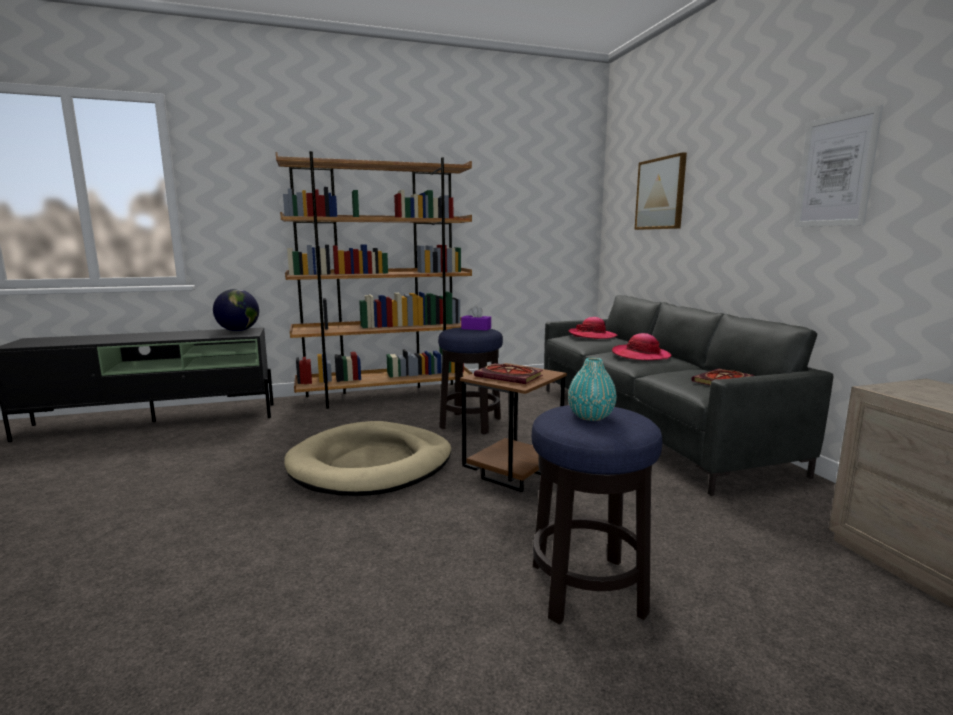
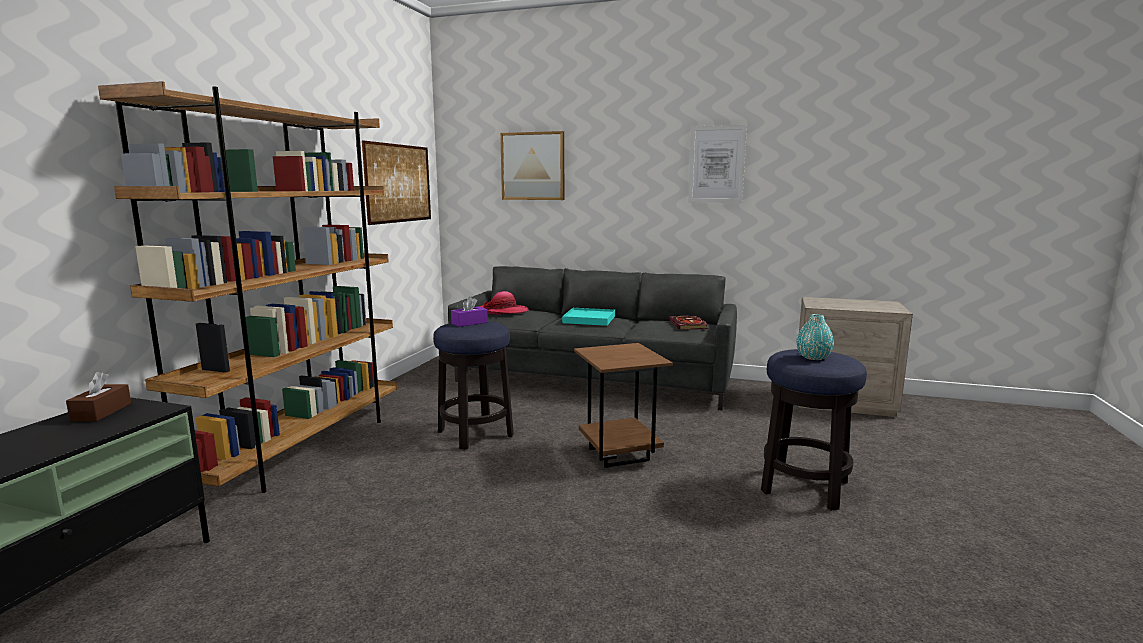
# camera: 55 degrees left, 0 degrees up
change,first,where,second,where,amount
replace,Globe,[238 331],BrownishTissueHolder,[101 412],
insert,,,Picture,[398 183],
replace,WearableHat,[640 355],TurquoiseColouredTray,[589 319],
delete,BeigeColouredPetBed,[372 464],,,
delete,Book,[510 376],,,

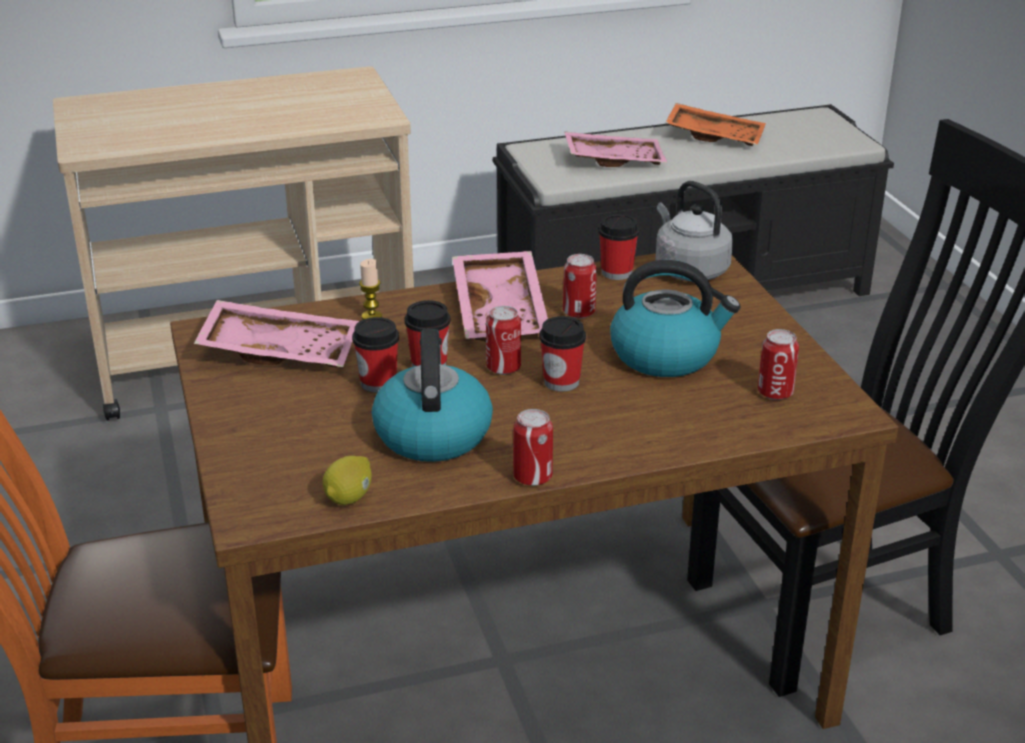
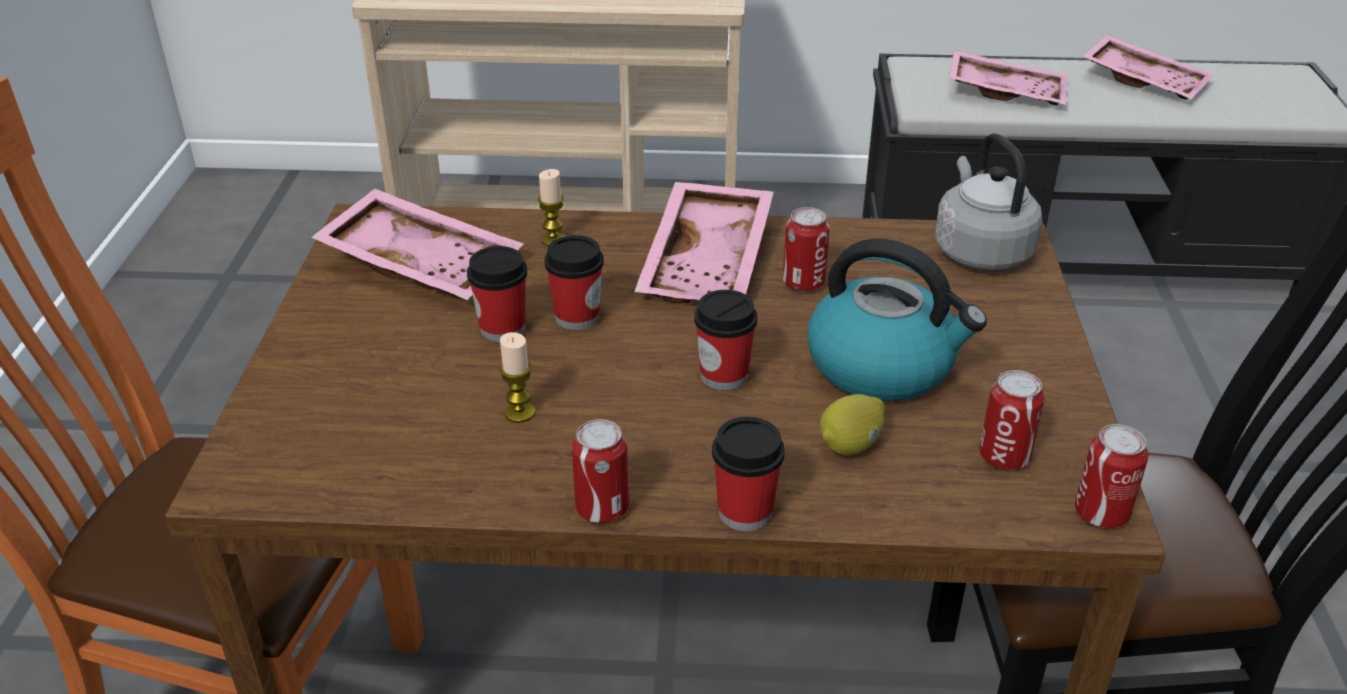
# camera: 20 degrees right, 5 degrees up
change,first,where,second,where,amount
replace,Kettle,[432 433],WaxLight,[519 413],
move,DrinkingCup,[616 272],,[745 512],
move,CitrusFruit,[349 497],,[850 445],
move,Can,[503 368],,[1101 513],
recolor,OrangeColouredTray,[715 136],PinkTray,[1144 81],

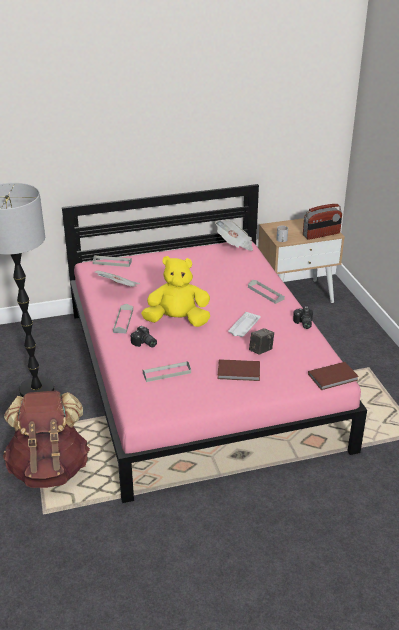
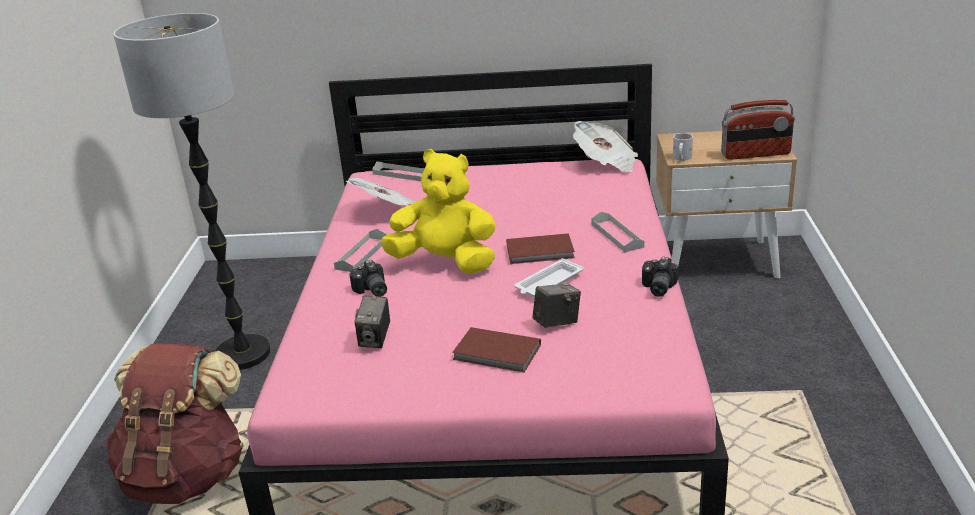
# camera: 20 degrees right, 5 degrees down
change,first,where,second,where,amount
replace,GrayTray,[167 373],StillCamera,[375 339],
move,BrownishBook,[334 377],,[541 252],

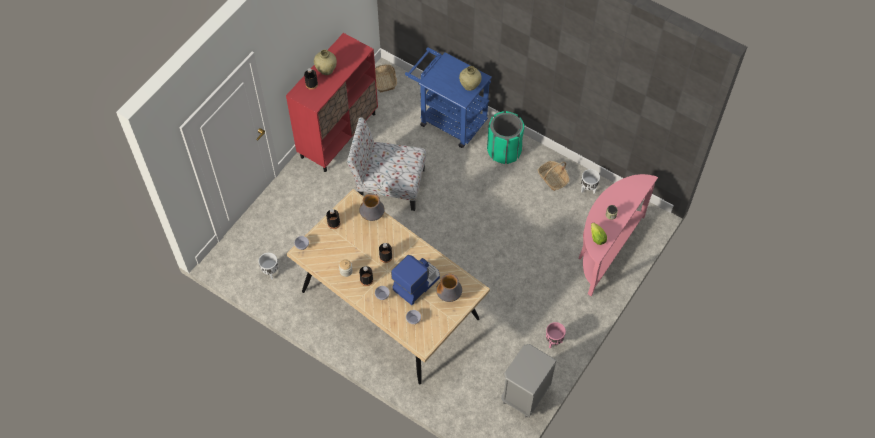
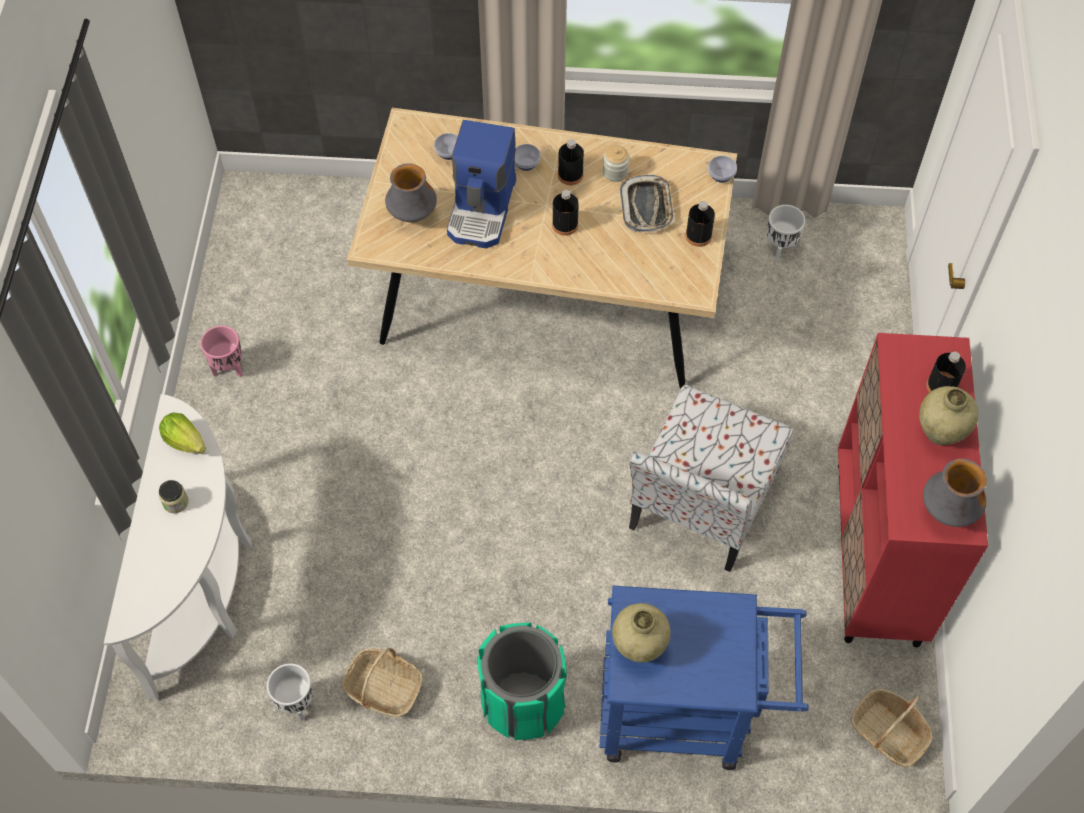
# camera: 150 degrees right, 0 degrees up
change,first,where,second,where,amount
recolor,PinkNarrowTable,[605 249],WhitishNarrowTable,[205 587],
insert,,,Tray,[647 207],
rotate,PlainChair,[389 185],,[702 501],135 degrees clockwise
move,FlowerVase,[372 216],,[947 511],
delete,GrayNightTable,[525 395],,,

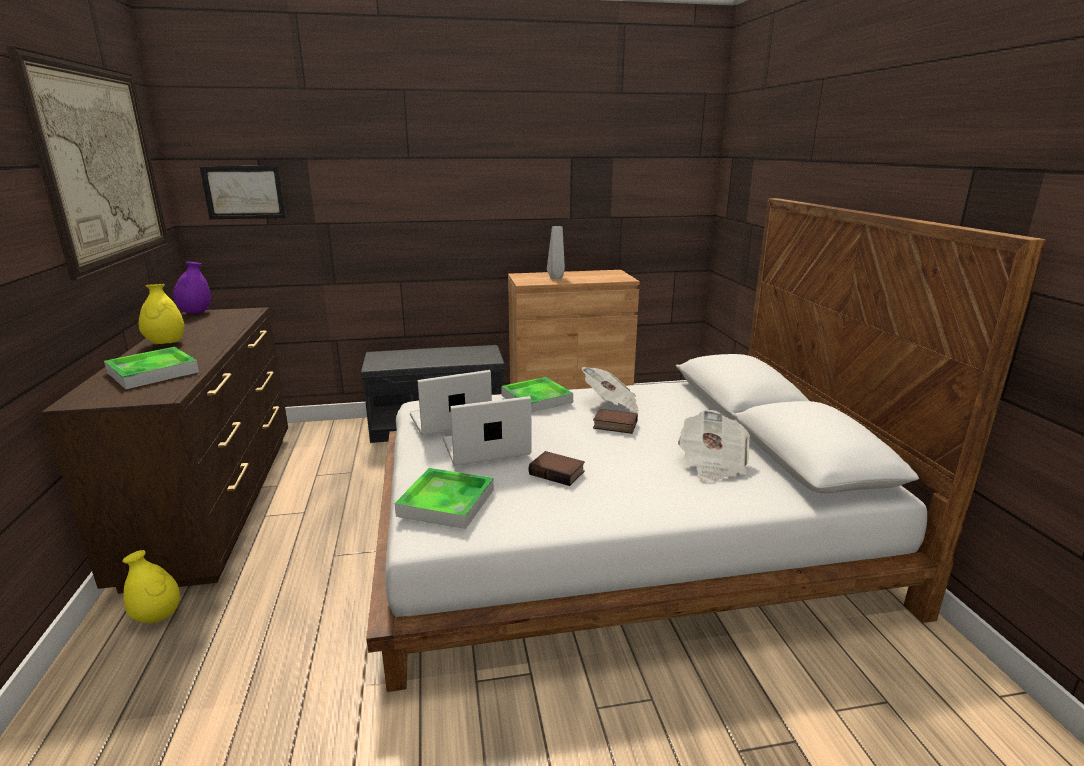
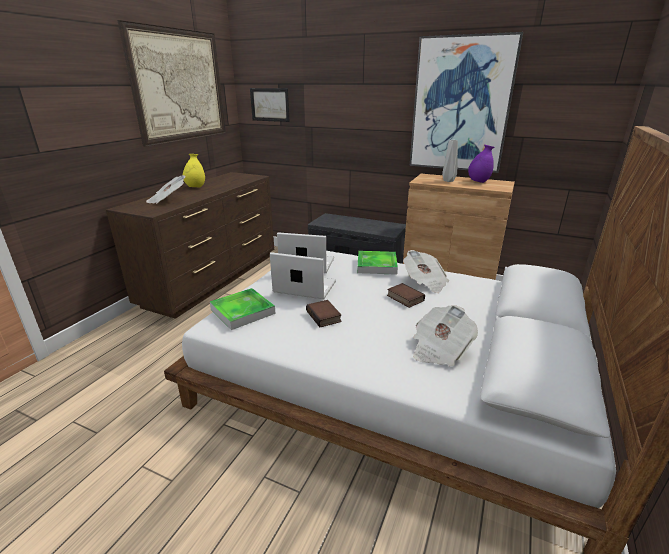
# camera: 35 degrees right, 5 degrees up
change,first,where,second,where,amount
replace,Tray,[153 372],Newspaper,[167 200],
insert,,,Picture,[461 105],
move,PurpleFlowerVase,[196 313],,[478 182],
delete,YellowColouredFlowerVase,[157 616],,,

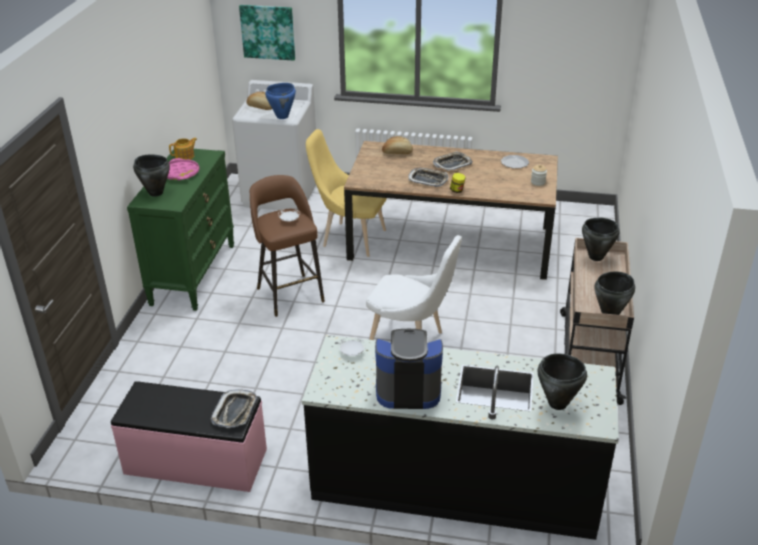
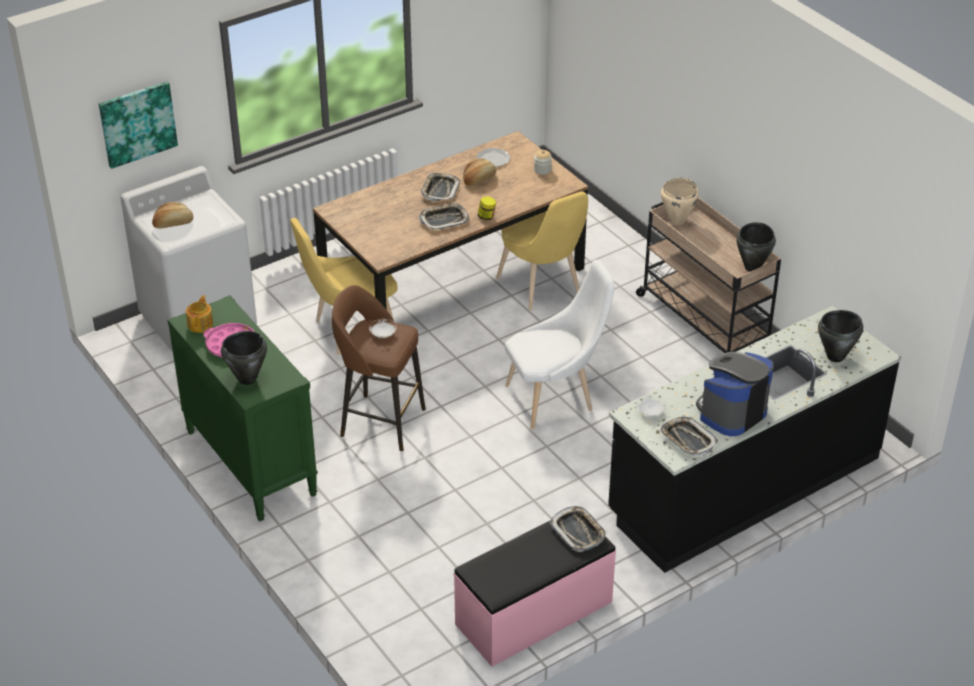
# camera: 45 degrees left, 5 degrees up
change,first,where,second,where,amount
move,BakeryBread,[397 153],,[479 179],
insert,,,YellowColouredPlainChair,[542 288],
insert,,,Tray,[687 440],
recolor,BlackishCookingPot,[595 257],BeigeColouredCookingPot,[676 220],
delete,BluishCookingPot,[282 116],,,

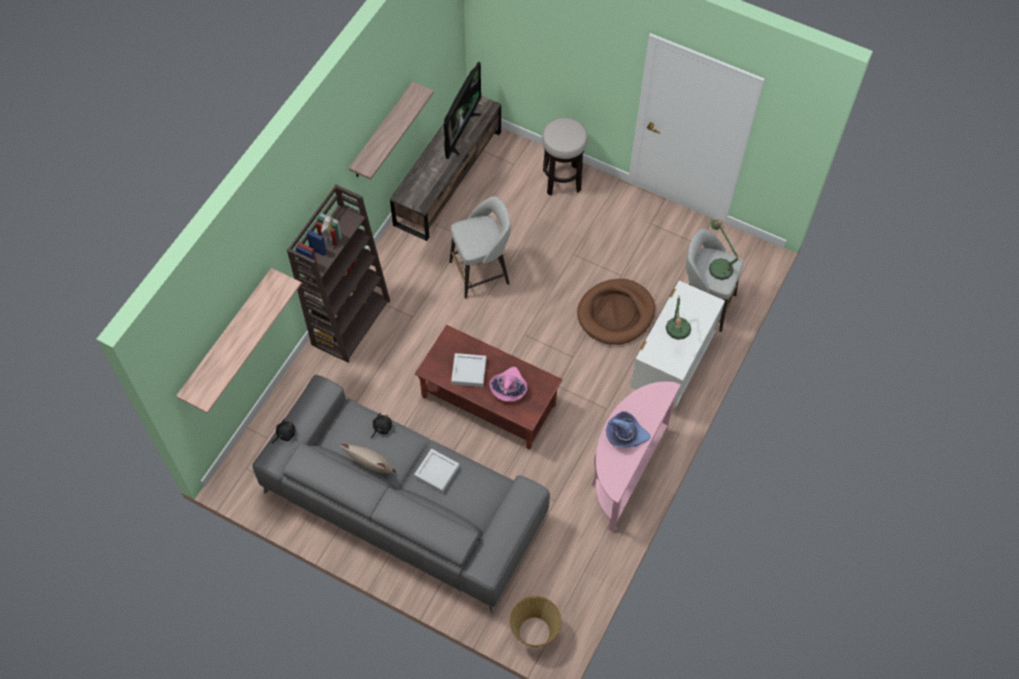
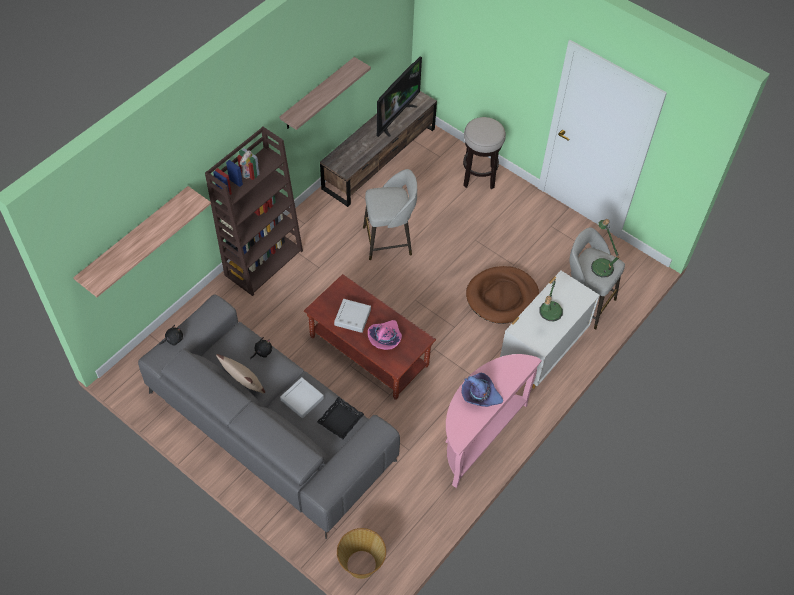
# camera: 10 degrees right, 5 degrees down
change,first,where,second,where,amount
insert,,,BlackishTray,[340 419],

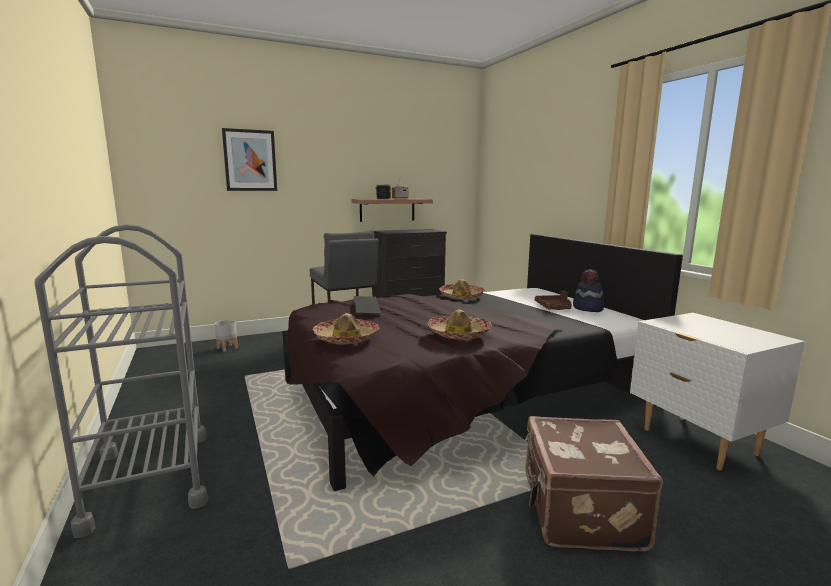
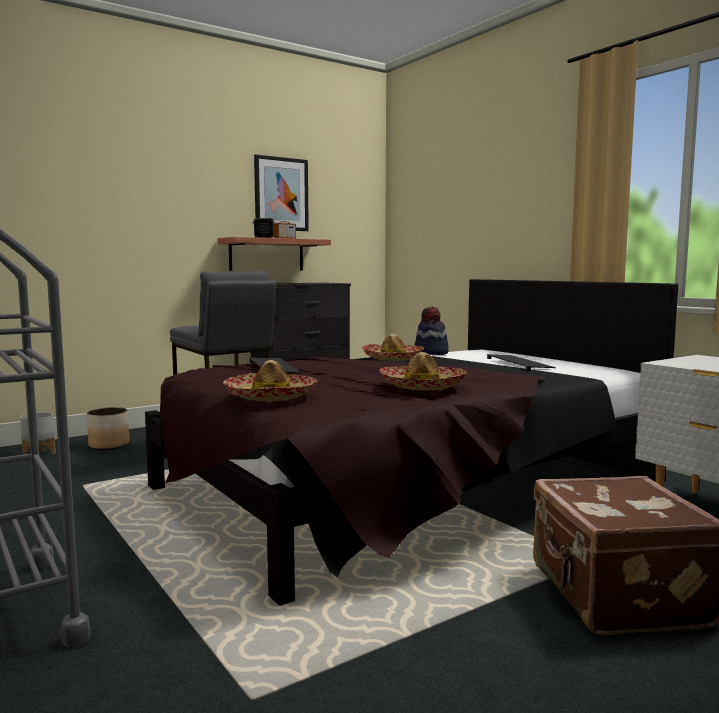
# camera: 10 degrees left, 5 degrees down
change,first,where,second,where,amount
insert,,,PlantPot,[109 445],
move,Picture,[250 160],,[281 194],
move,WearableHat,[587 308],,[431 353],
replace,BrownishTray,[554 308],Keyboard,[520 364],

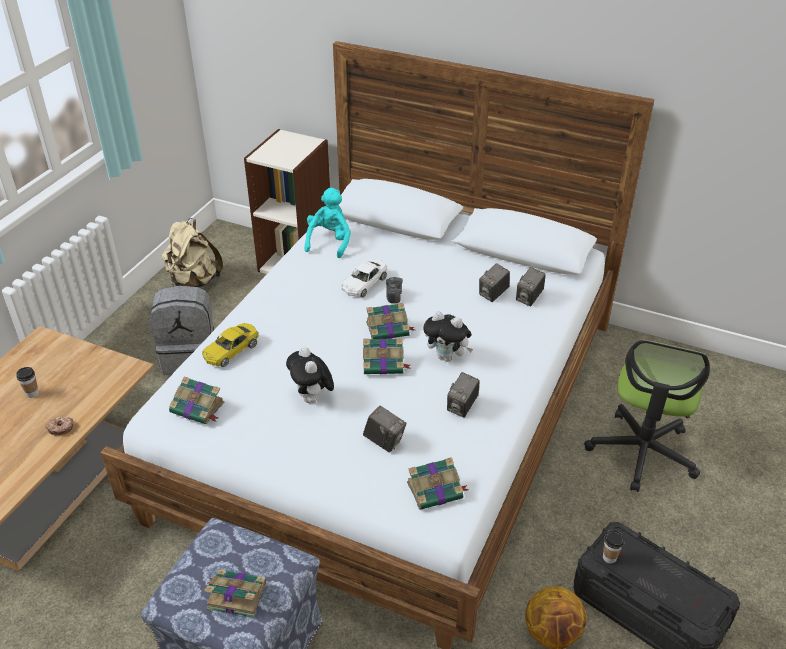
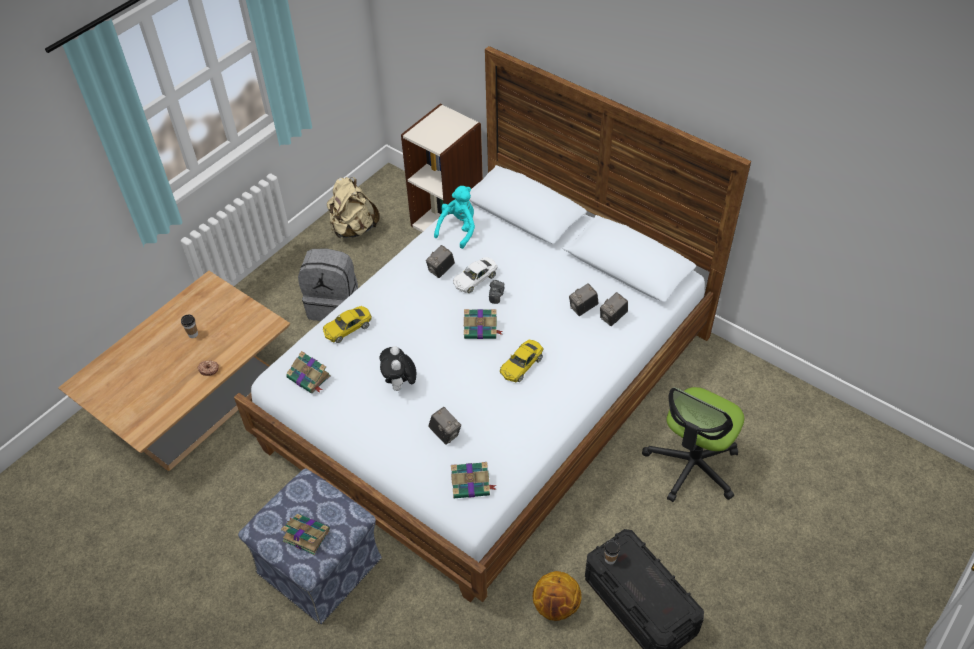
# camera: 15 degrees right, 10 degrees up
change,first,where,second,where,amount
move,StillCamera,[462 407],,[441 270],
replace,PlushToy,[447 357],YellowColouredToyCar,[521 365],
delete,Book,[384 363],,,

